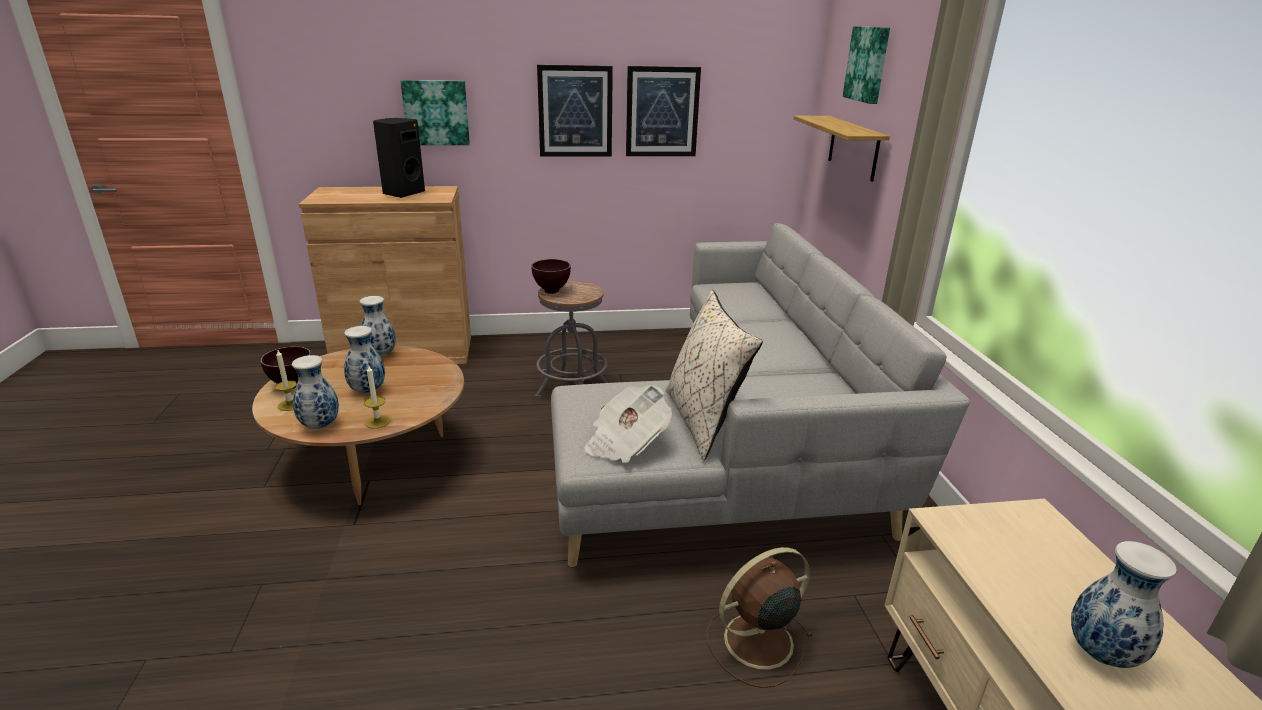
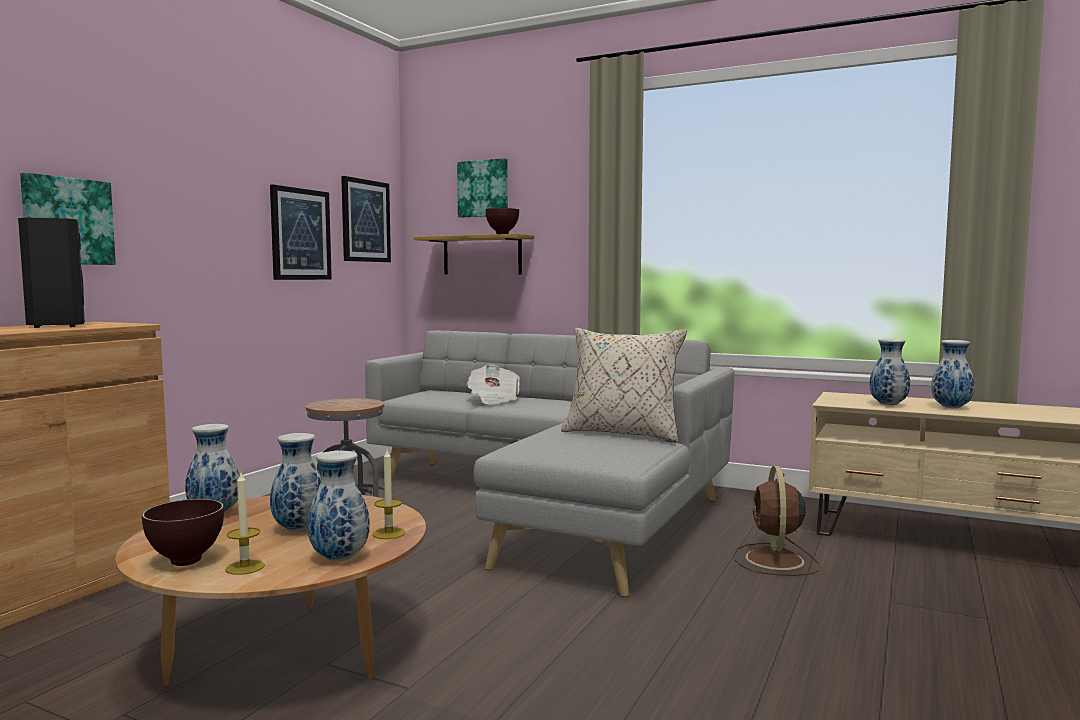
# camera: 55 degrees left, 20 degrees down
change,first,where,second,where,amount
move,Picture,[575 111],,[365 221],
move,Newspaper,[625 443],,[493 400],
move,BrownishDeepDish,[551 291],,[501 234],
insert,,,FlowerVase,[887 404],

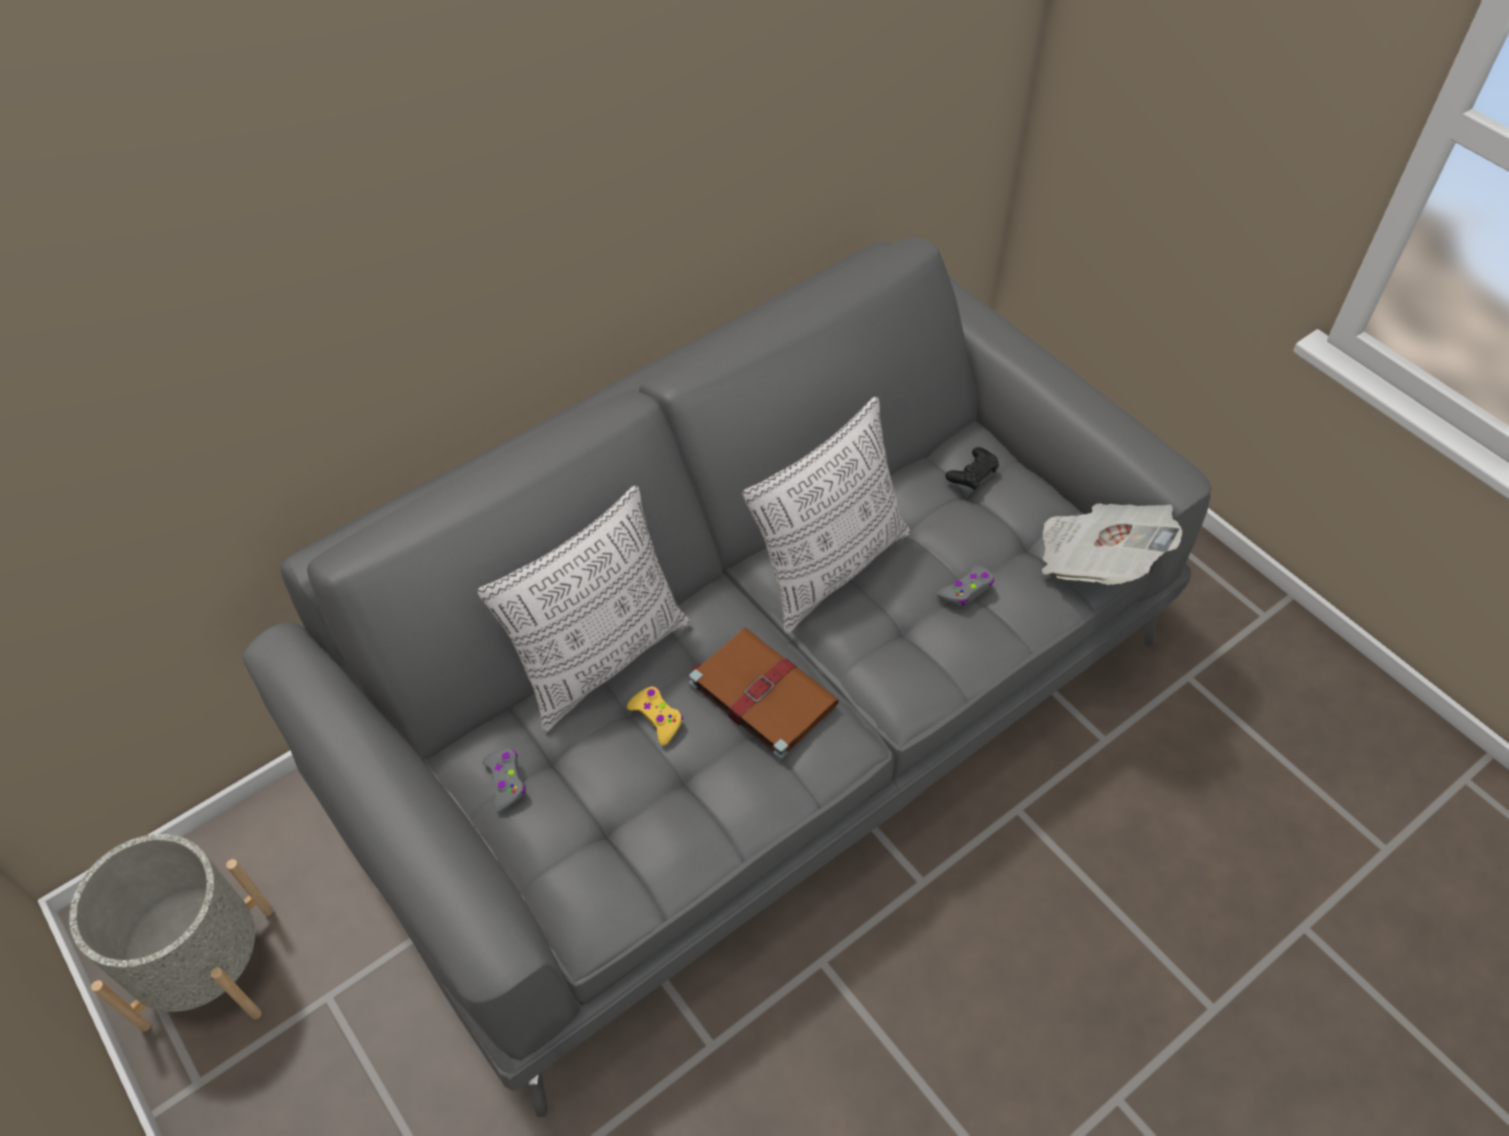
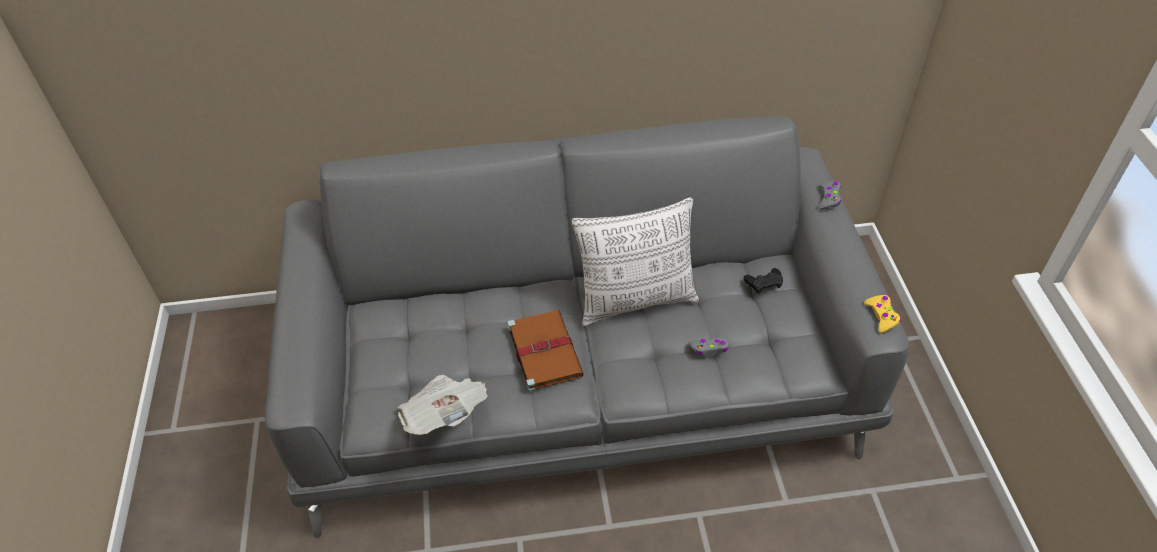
# camera: 30 degrees right, 5 degrees down
change,first,where,second,where,amount
move,Newspaper,[1097 559],,[445 415],
move,GrayGamepad,[506 782],,[829 198],
move,YellowColouredGamepad,[657 718],,[881 316],
delete,GrayPlantPot,[208 967],,,
delete,Cushion,[602 659],,,

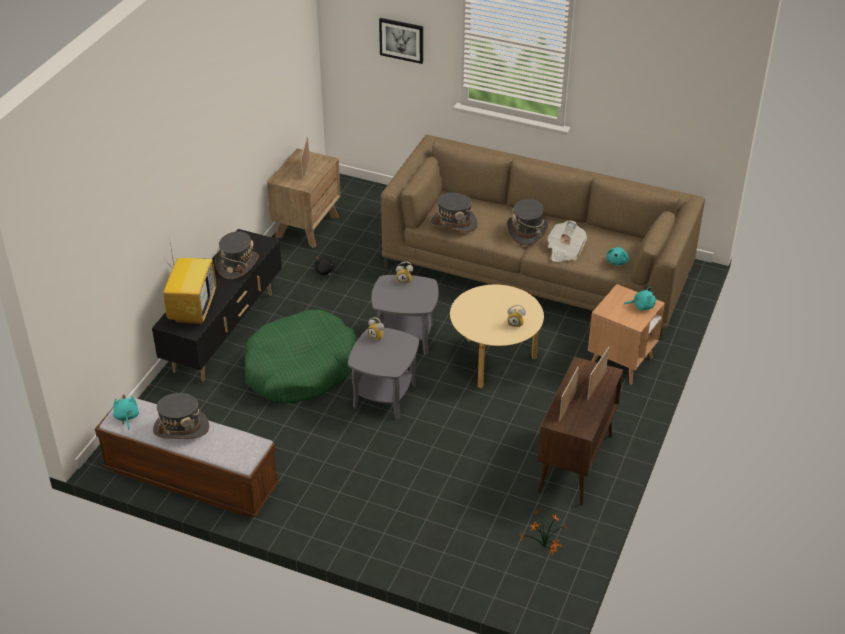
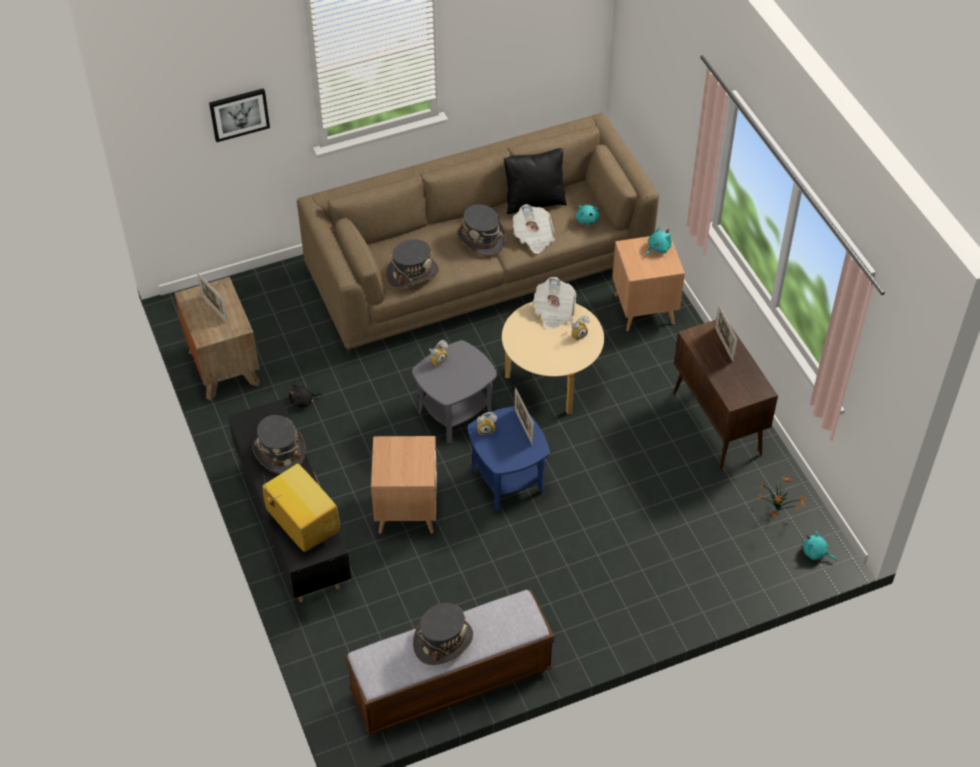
# camera: 45 degrees left, 10 degrees up
change,first,where,second,where,amount
replace,GreenColouredPetBed,[300 369],BrownishEndTable,[406 510],
recolor,GrayEndTable,[384 396],BluishEndTable,[507 480],
insert,,,BlackishCushion,[534 201],
move,StandingFrame,[567 406],,[523 427],
insert,,,Newspaper,[554 312],
move,TurquoiseColouredPlushToy,[126 417],,[816 553],

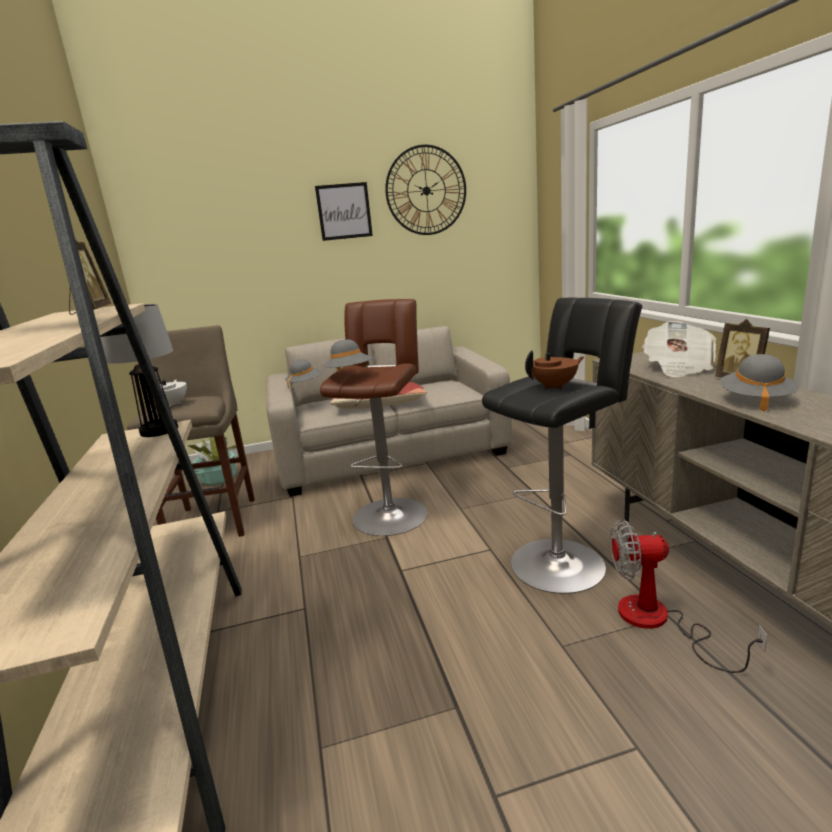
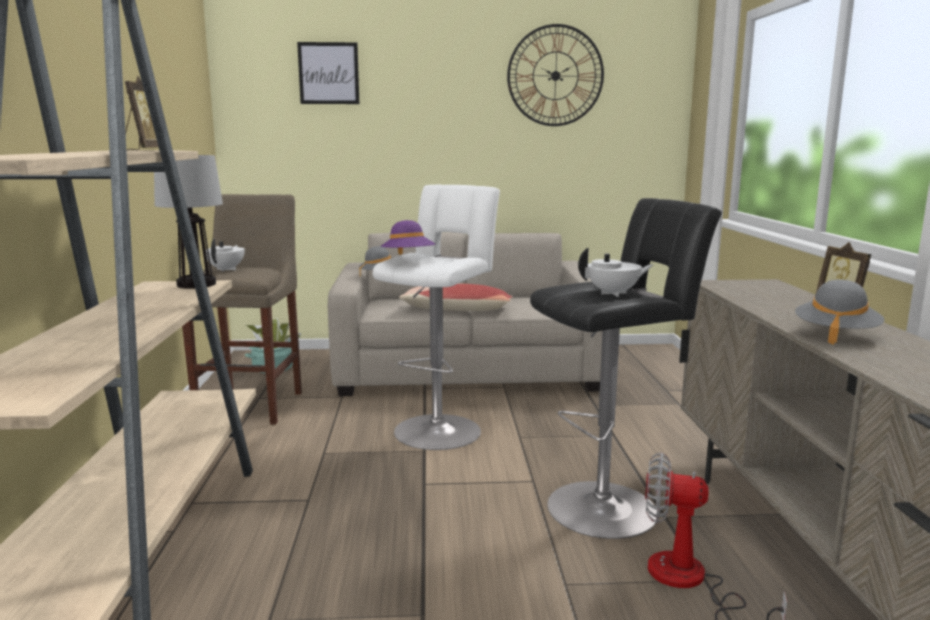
# camera: 10 degrees right, 5 degrees down
change,first,where,second,where,amount
move,Picture,[344 211],,[328 73],
recolor,BrownishStool,[391 513],WhitishStool,[440 428],
recolor,GrayWearableHat,[349 374],PurpleWearableHat,[408 259],
recolor,BrownishTeaPot,[555 386],WhitishTeaPot,[614 293],
delete,Newspaper,[677 367],,,

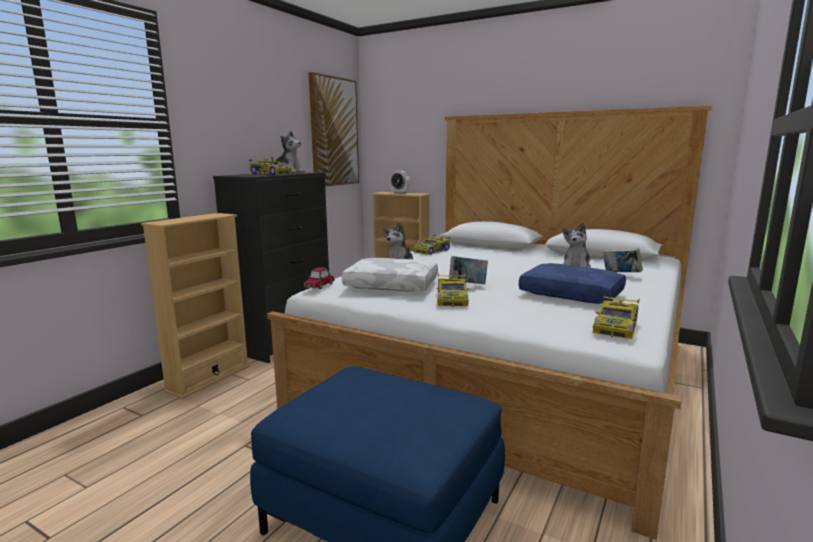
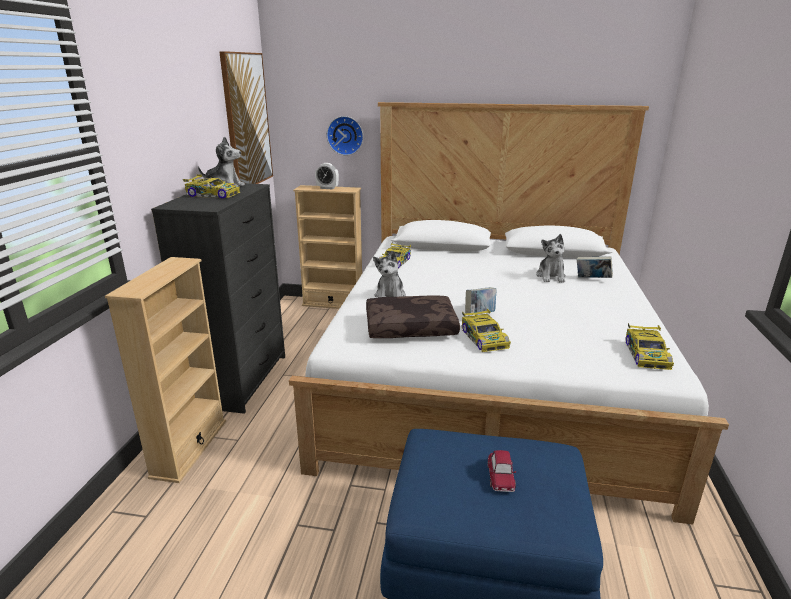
# camera: 20 degrees left, 10 degrees up
change,first,where,second,where,amount
insert,,,ClockOnTheWall,[345 135],
recolor,WhitishCushion,[392 285],BrownishCushion,[411 326],
move,ToyCar,[319 286],,[501 477],
delete,BluishCushion,[572 294],,,

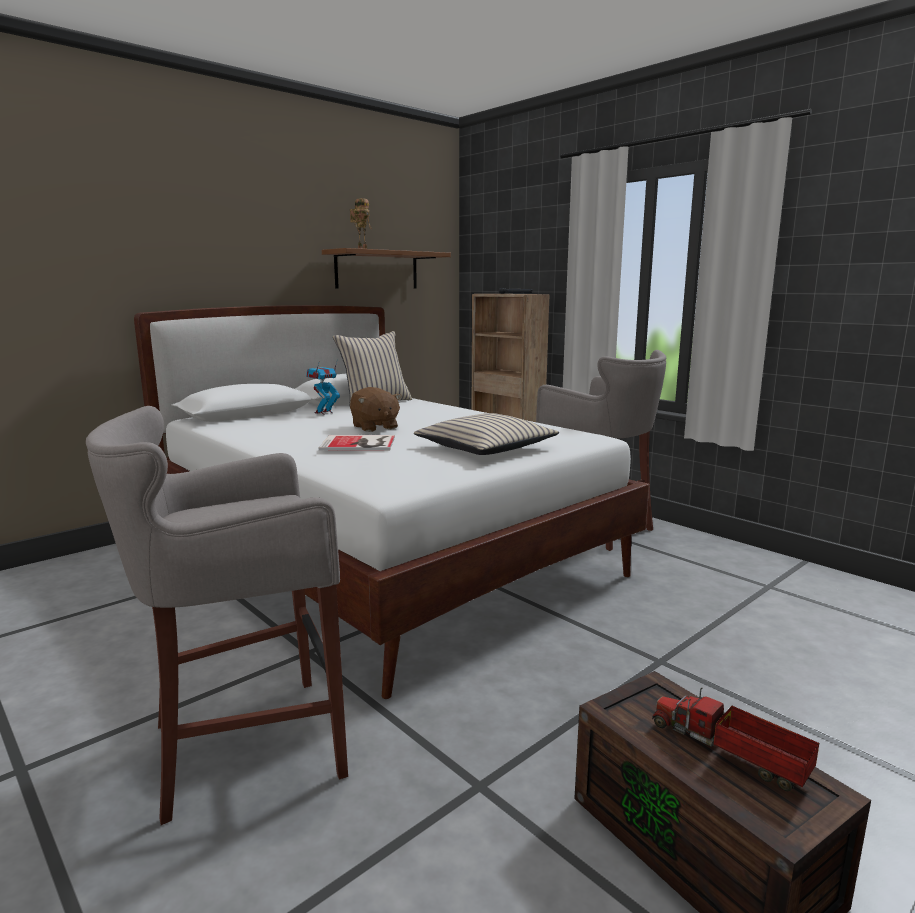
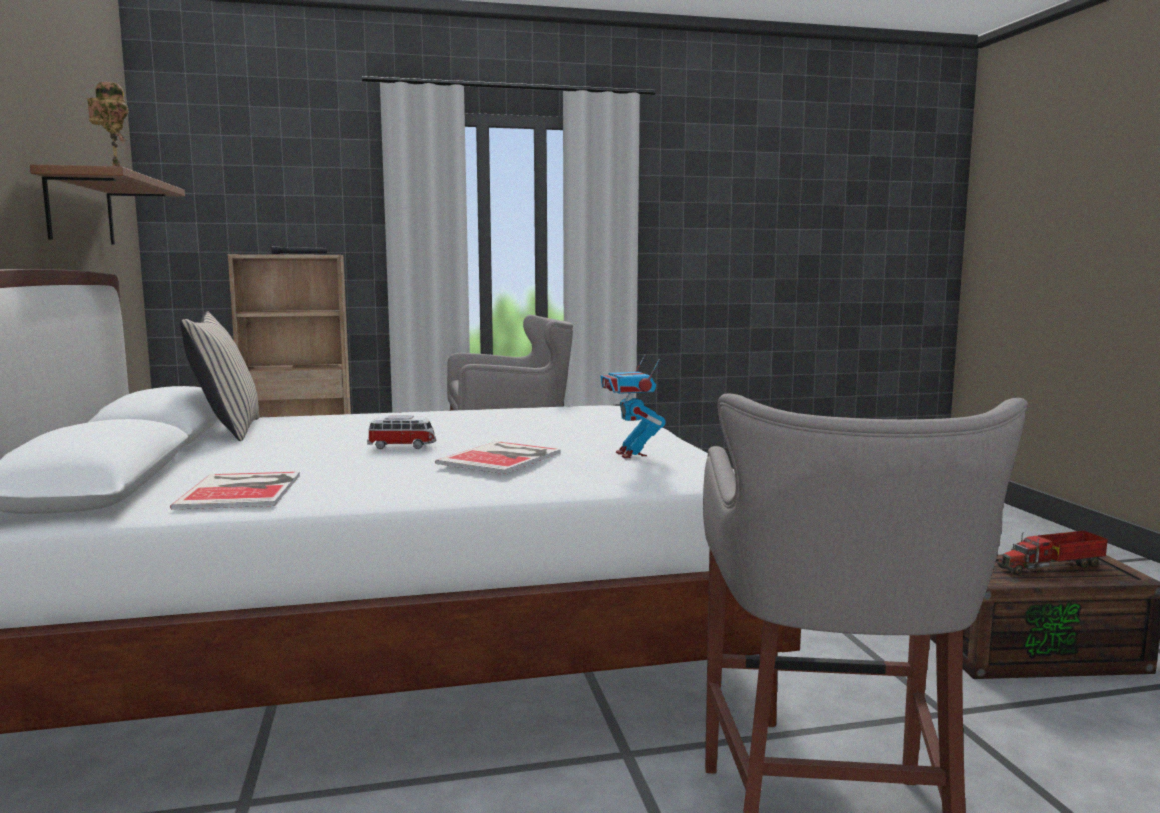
# camera: 60 degrees left, 5 degrees down
change,first,where,second,where,amount
insert,,,Book,[244 490],
replace,BrownishPlushToy,[374 427],ToyCar,[402 446],
move,ToyRobot,[324 413],,[631 454],
delete,BeigeColouredCushion,[485 448],,,

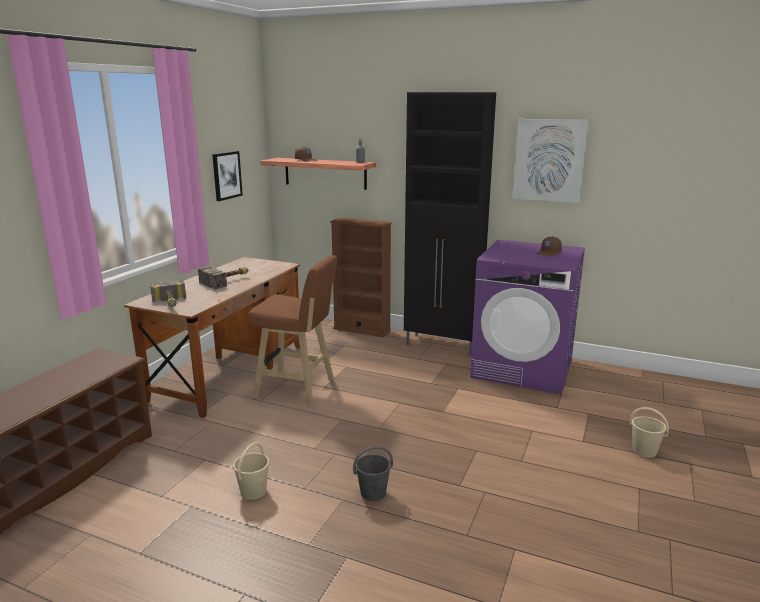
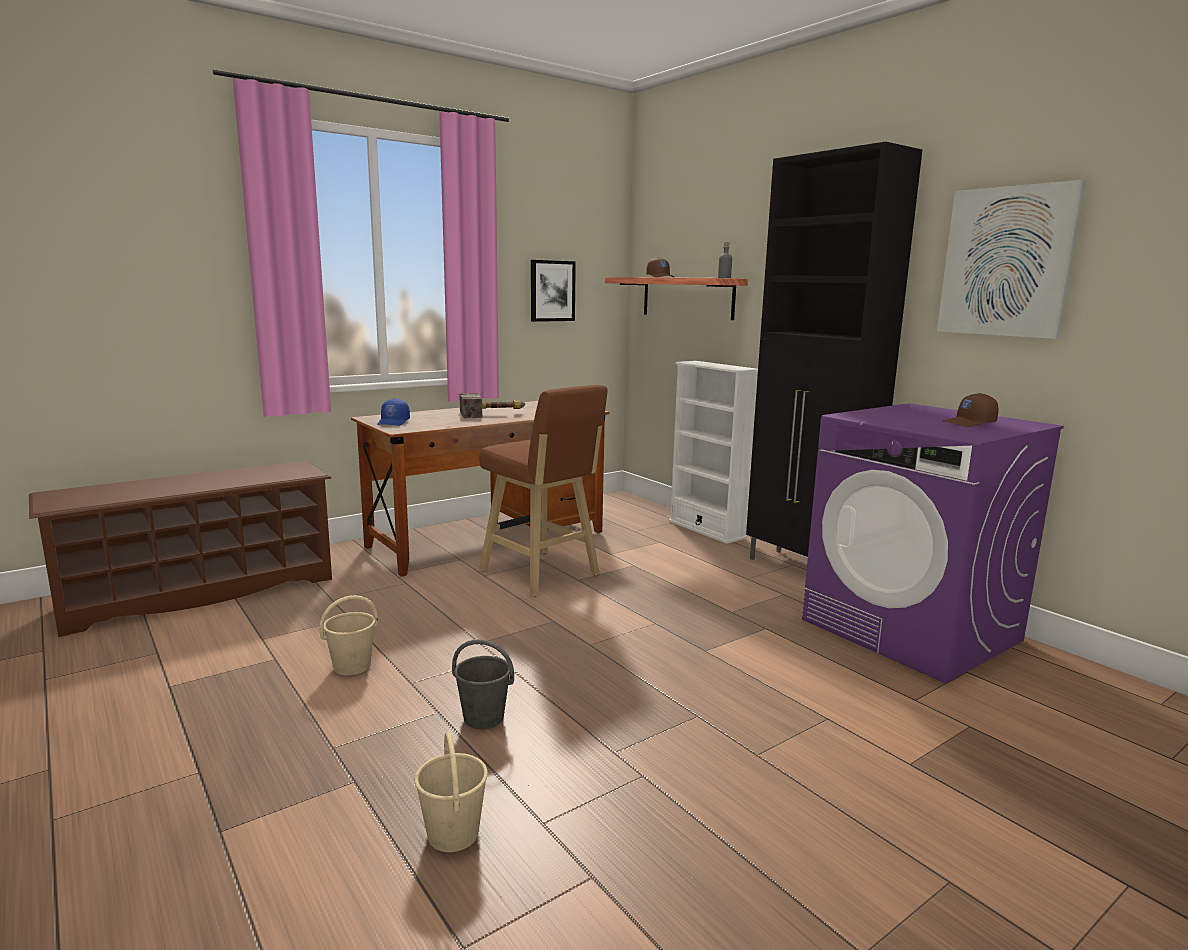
# camera: 30 degrees right, 5 degrees down
change,first,where,second,where,amount
replace,HandHammer,[170 304],BluishCap,[394 422],
move,BeigeColouredWaterBucket,[644 451],,[453 834],
recolor,BrownishBookshelf,[362 329],WhitishBookshelf,[706 529],

